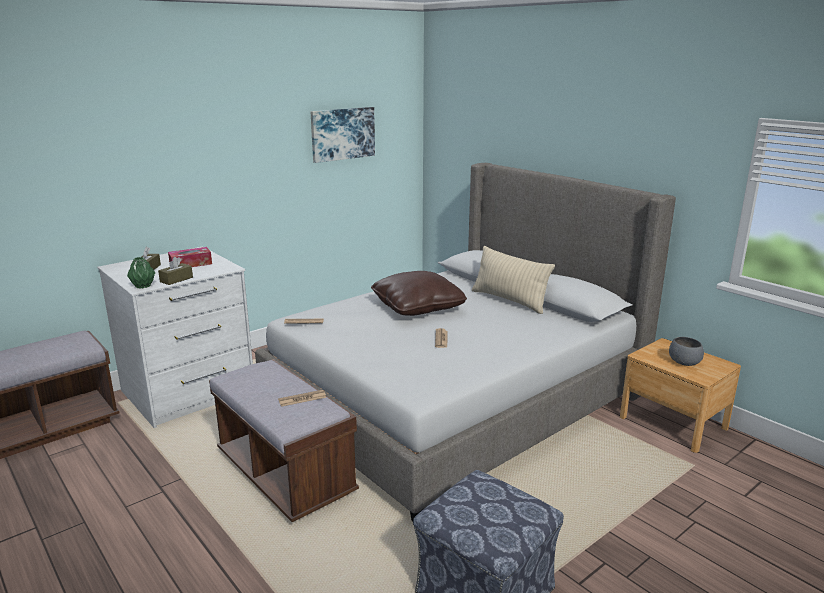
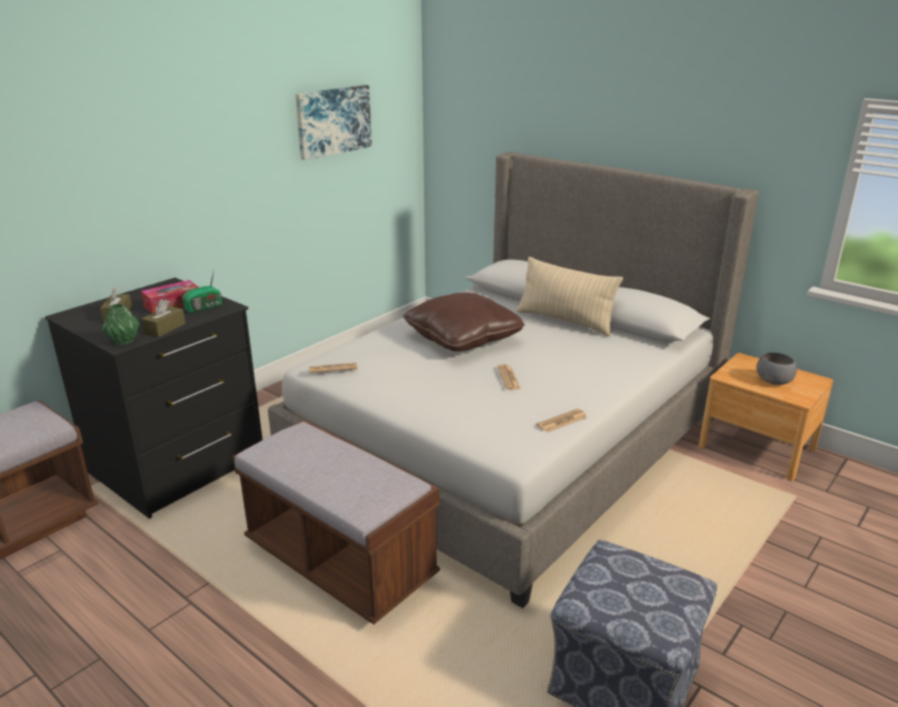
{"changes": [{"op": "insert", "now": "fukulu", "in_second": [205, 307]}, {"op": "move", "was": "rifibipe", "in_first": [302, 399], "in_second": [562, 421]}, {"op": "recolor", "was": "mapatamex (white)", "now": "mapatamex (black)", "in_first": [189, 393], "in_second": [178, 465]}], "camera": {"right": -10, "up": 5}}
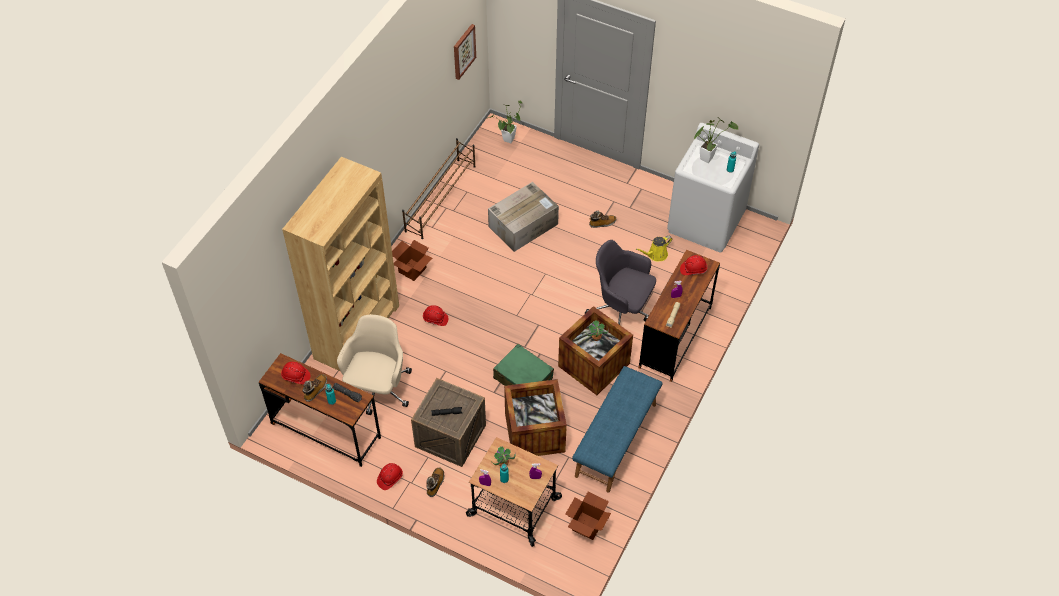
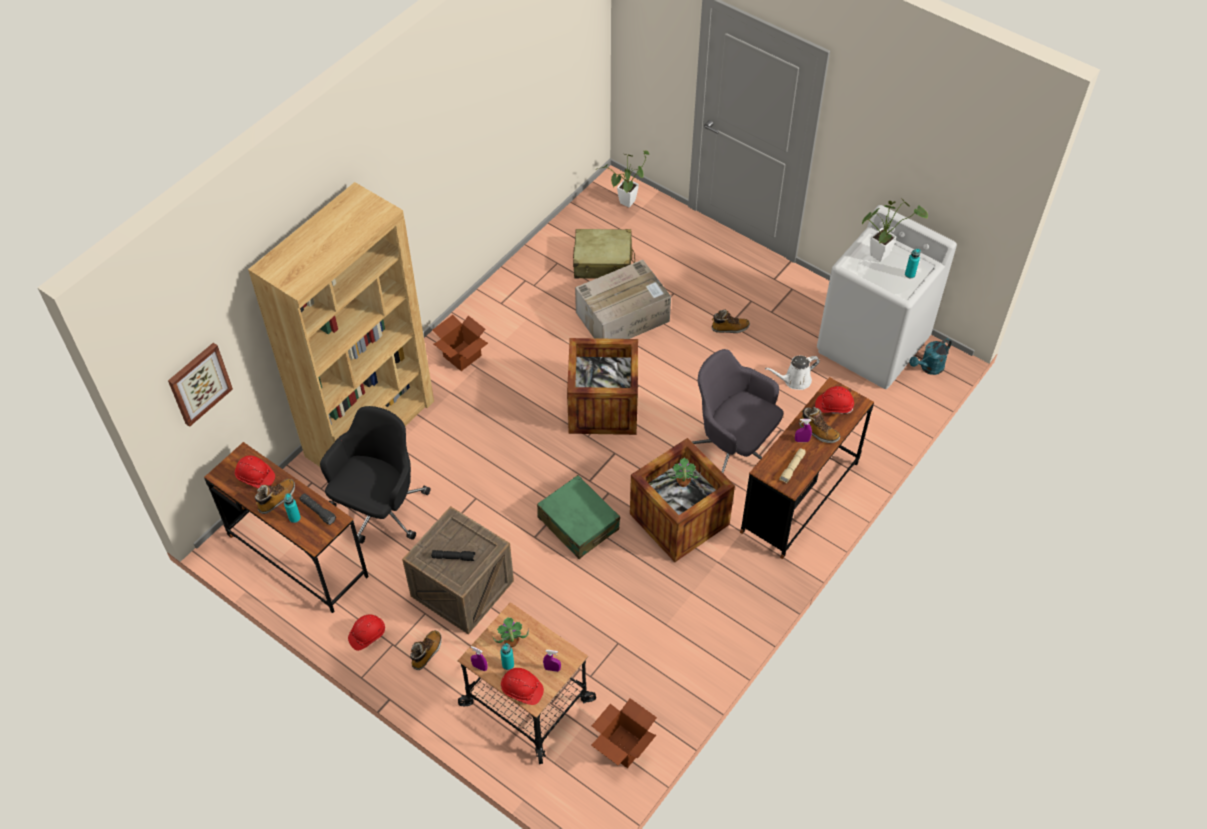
{"changes": [{"op": "delete", "was": "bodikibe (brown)", "in_first": [441, 198]}, {"op": "delete", "was": "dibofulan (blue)", "in_first": [616, 440]}, {"op": "insert", "now": "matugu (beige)", "in_second": [603, 262]}, {"op": "insert", "now": "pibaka", "in_second": [818, 432]}, {"op": "insert", "now": "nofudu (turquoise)", "in_second": [928, 368]}, {"op": "move", "was": "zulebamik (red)", "in_first": [435, 319], "in_second": [522, 690]}, {"op": "move", "was": "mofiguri", "in_first": [463, 51], "in_second": [199, 383]}, {"op": "move", "was": "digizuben", "in_first": [534, 432], "in_second": [603, 406]}, {"op": "recolor", "was": "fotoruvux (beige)", "now": "fotoruvux (black)", "in_first": [378, 389], "in_second": [379, 510]}, {"op": "recolor", "was": "nofudu (yellow)", "now": "nofudu (white)", "in_first": [655, 255], "in_second": [794, 380]}], "camera": {"right": 10, "up": 0}}
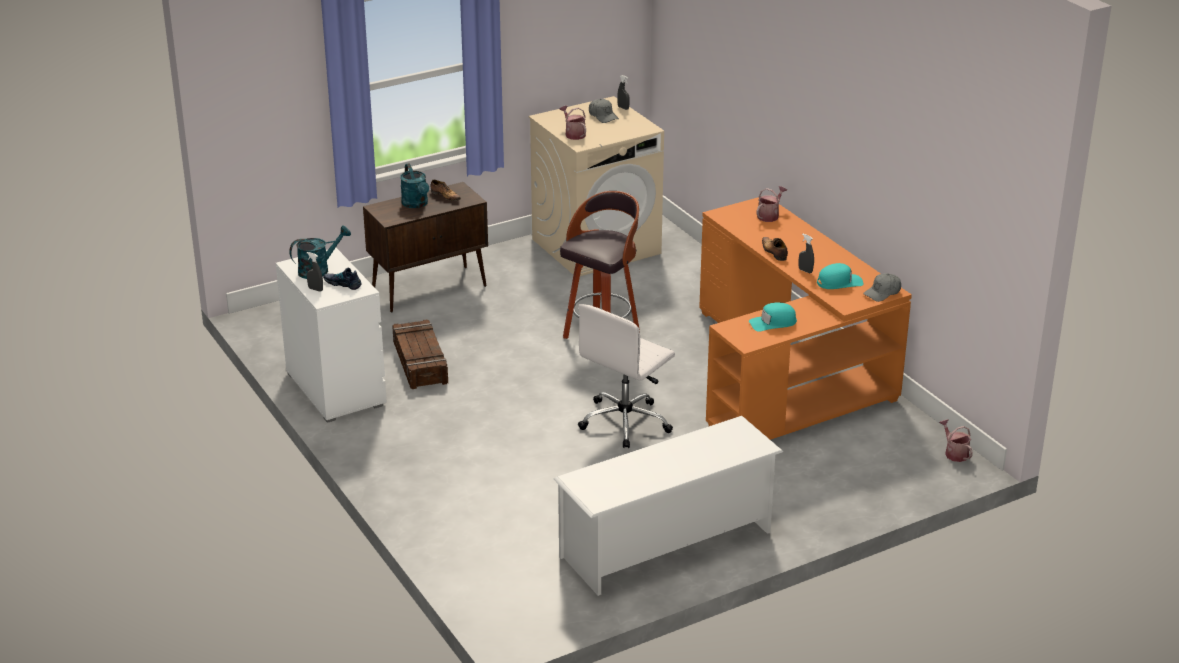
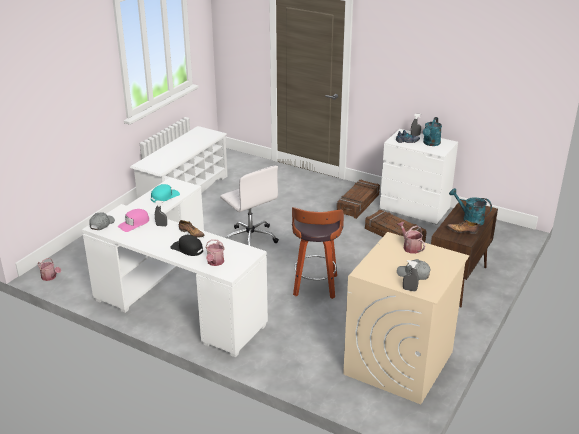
{"changes": [{"op": "insert", "now": "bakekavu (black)", "in_second": [187, 249]}, {"op": "insert", "now": "digizuben", "in_second": [358, 204]}, {"op": "recolor", "was": "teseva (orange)", "now": "teseva (white)", "in_first": [789, 373], "in_second": [175, 298]}, {"op": "recolor", "was": "bakekavu (turquoise)", "now": "bakekavu (pink)", "in_first": [839, 282], "in_second": [134, 223]}, {"op": "rotate", "was": "nofudu", "in_first": [573, 134], "in_second": [410, 247], "clockwise": -150}, {"op": "rotate", "was": "fotoruvux (white)", "in_first": [626, 422], "in_second": [250, 238], "clockwise": 135}], "camera": {"right": 150, "up": 0}}
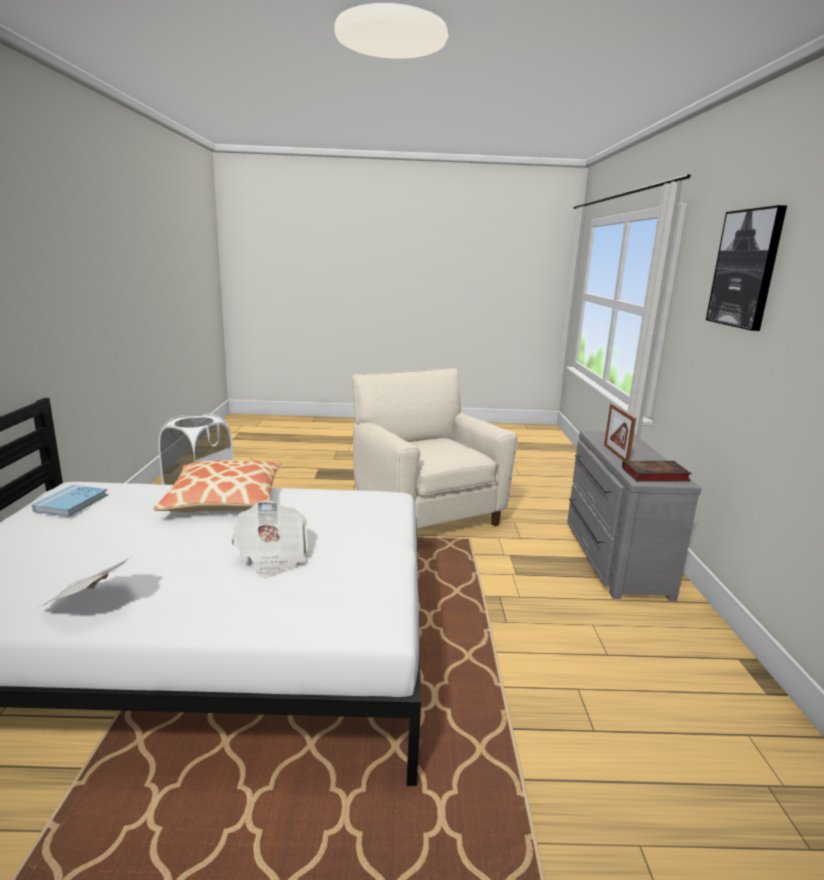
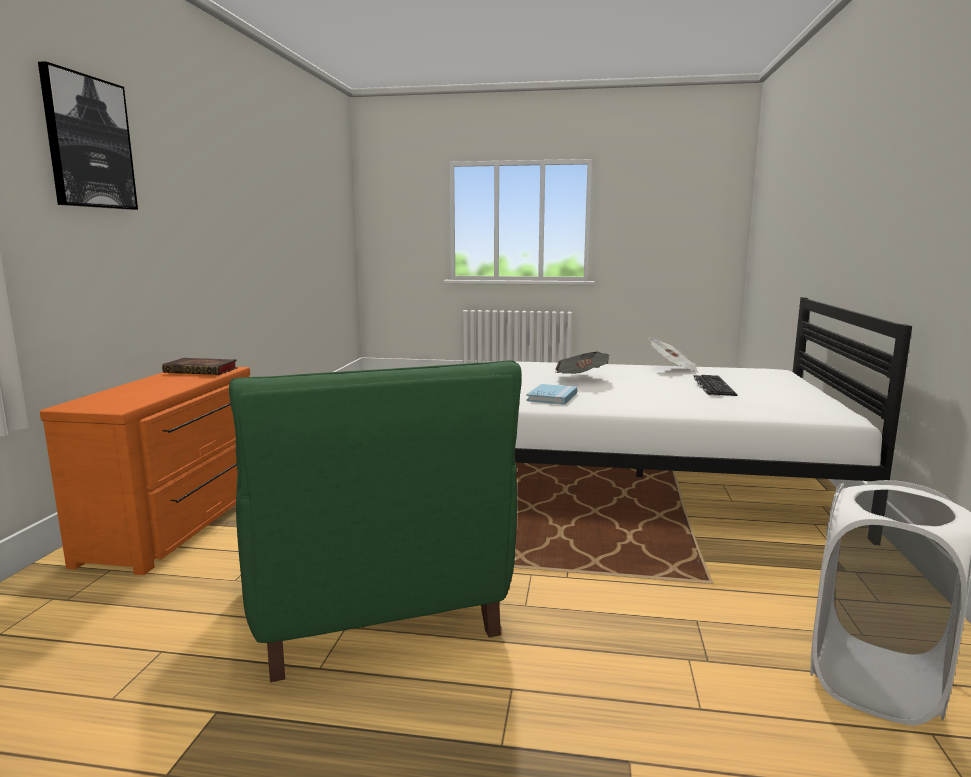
{"changes": [{"op": "delete", "was": "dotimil", "in_first": [224, 499]}, {"op": "delete", "was": "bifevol", "in_first": [615, 454]}, {"op": "insert", "now": "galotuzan", "in_second": [712, 385]}, {"op": "move", "was": "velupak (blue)", "in_first": [71, 503], "in_second": [552, 397]}, {"op": "recolor", "was": "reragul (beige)", "now": "reragul (green)", "in_first": [426, 513], "in_second": [374, 607]}, {"op": "recolor", "was": "mapatamex (grey)", "now": "mapatamex (orange)", "in_first": [612, 557], "in_second": [180, 523]}], "camera": {"right": -170, "up": -5}}
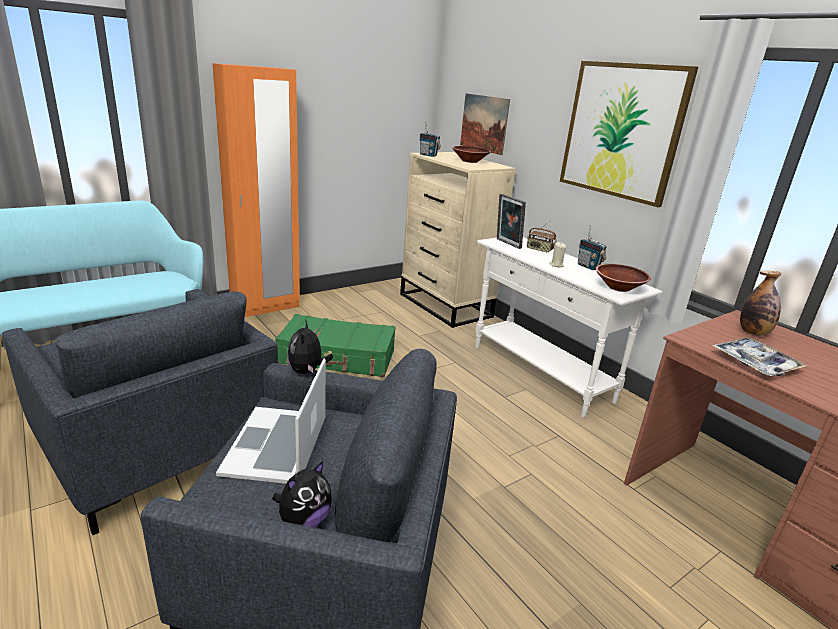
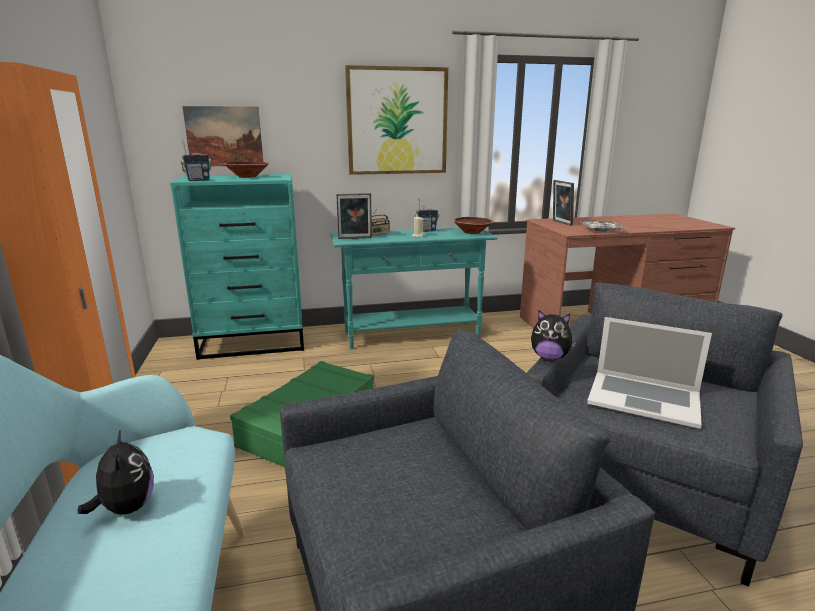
{"changes": [{"op": "move", "was": "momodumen", "in_first": [304, 521], "in_second": [126, 508]}, {"op": "replace", "was": "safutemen", "now": "bifevol", "in_first": [753, 332], "in_second": [560, 223]}, {"op": "recolor", "was": "mapatamex (beige)", "now": "mapatamex (turquoise)", "in_first": [445, 306], "in_second": [254, 343]}, {"op": "recolor", "was": "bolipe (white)", "now": "bolipe (turquoise)", "in_first": [540, 373], "in_second": [412, 335]}], "camera": {"right": -65, "up": -5}}
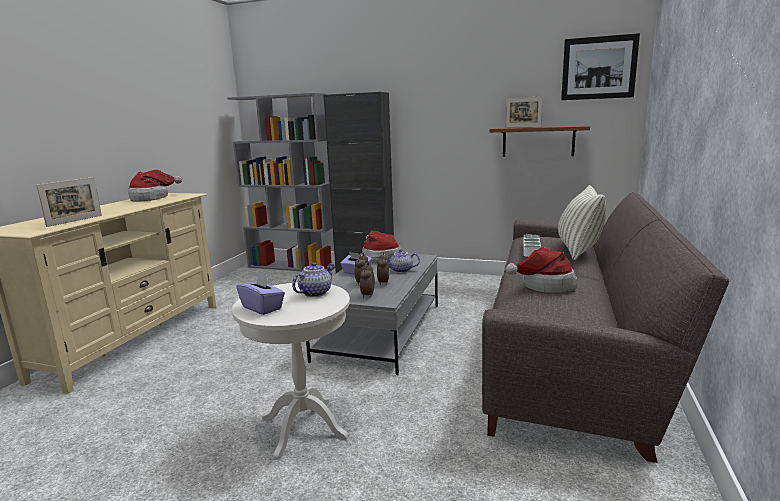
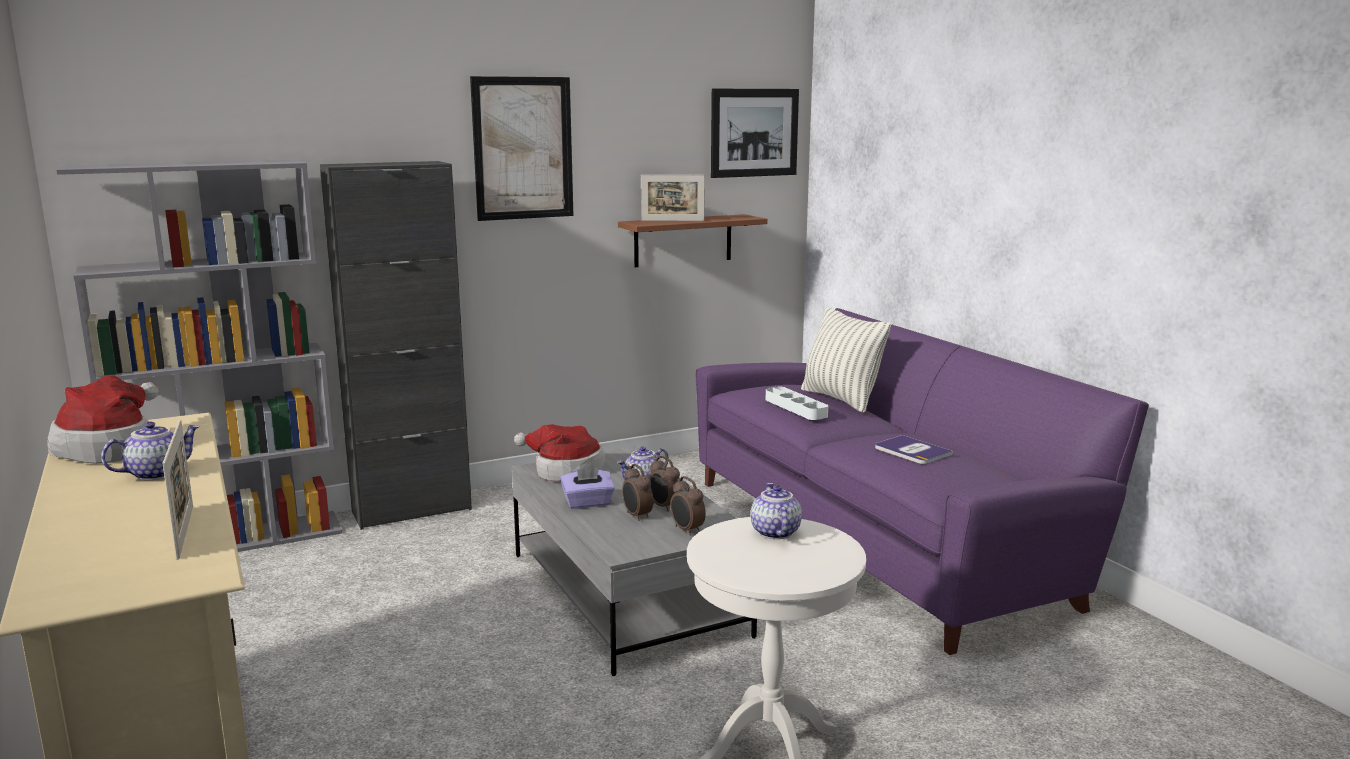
{"changes": [{"op": "delete", "was": "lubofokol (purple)", "in_first": [262, 308]}, {"op": "insert", "now": "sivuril", "in_second": [156, 473]}, {"op": "insert", "now": "mofiguri", "in_second": [523, 148]}, {"op": "replace", "was": "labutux", "now": "velupak", "in_first": [544, 285], "in_second": [912, 451]}, {"op": "recolor", "was": "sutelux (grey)", "now": "sutelux (purple)", "in_first": [572, 353], "in_second": [880, 537]}], "camera": {"right": -45, "up": 0}}
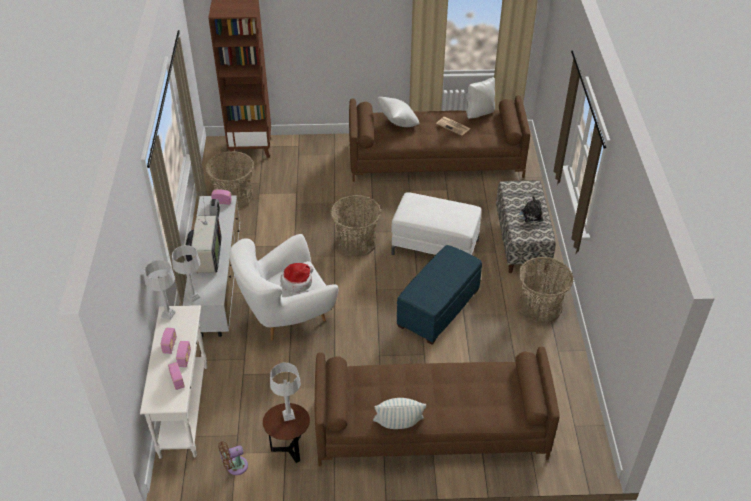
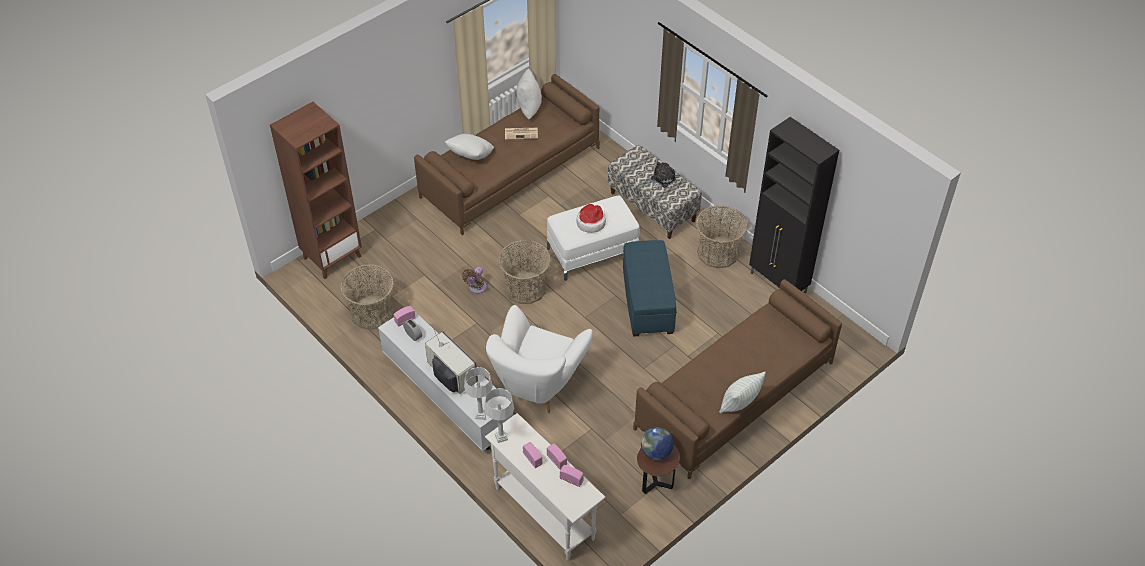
{"changes": [{"op": "insert", "now": "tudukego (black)", "in_second": [778, 283]}, {"op": "move", "was": "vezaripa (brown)", "in_first": [234, 466], "in_second": [476, 288]}, {"op": "move", "was": "labutux", "in_first": [297, 282], "in_second": [590, 222]}, {"op": "replace", "was": "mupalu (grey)", "now": "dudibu", "in_first": [289, 415], "in_second": [656, 452]}], "camera": {"right": -40, "up": 5}}
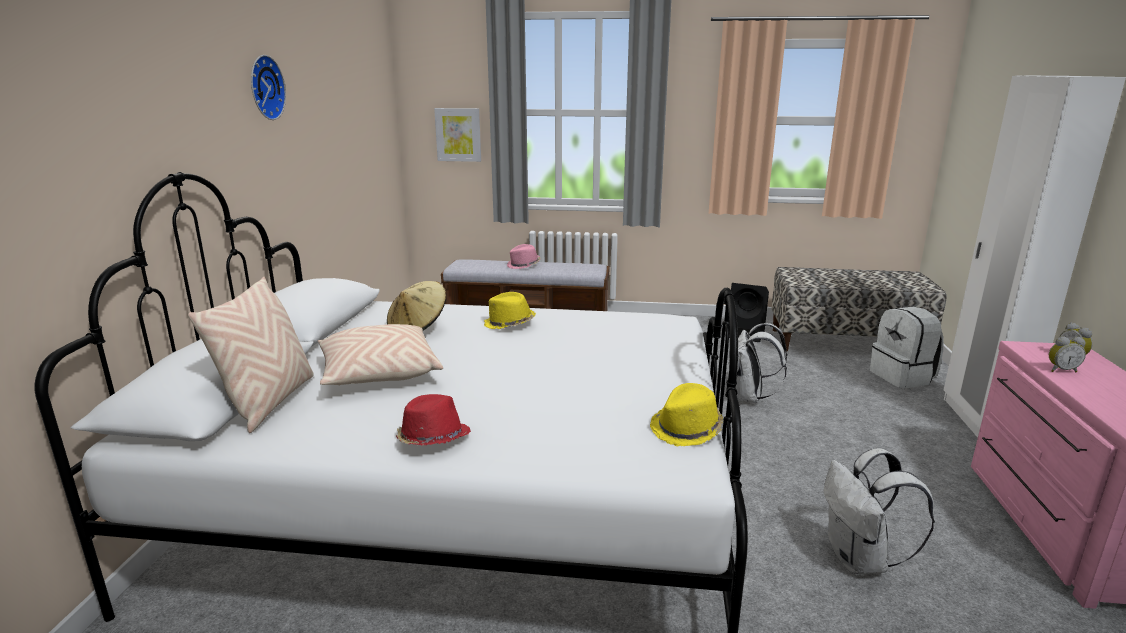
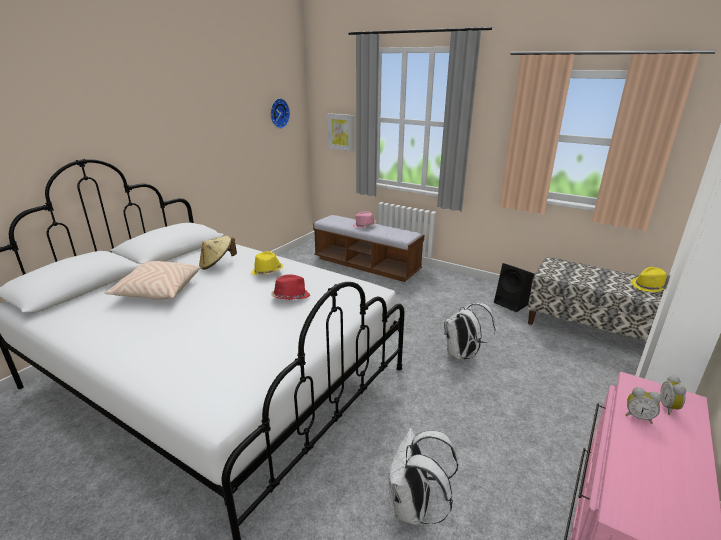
{"changes": [{"op": "delete", "was": "dotimil (beige)", "in_first": [269, 402]}, {"op": "delete", "was": "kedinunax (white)", "in_first": [902, 377]}, {"op": "move", "was": "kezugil", "in_first": [264, 87], "in_second": [278, 113]}, {"op": "move", "was": "labutux (red)", "in_first": [432, 439], "in_second": [290, 297]}, {"op": "move", "was": "labutux (yellow)", "in_first": [687, 429], "in_second": [649, 286]}], "camera": {"right": 25, "up": 5}}
